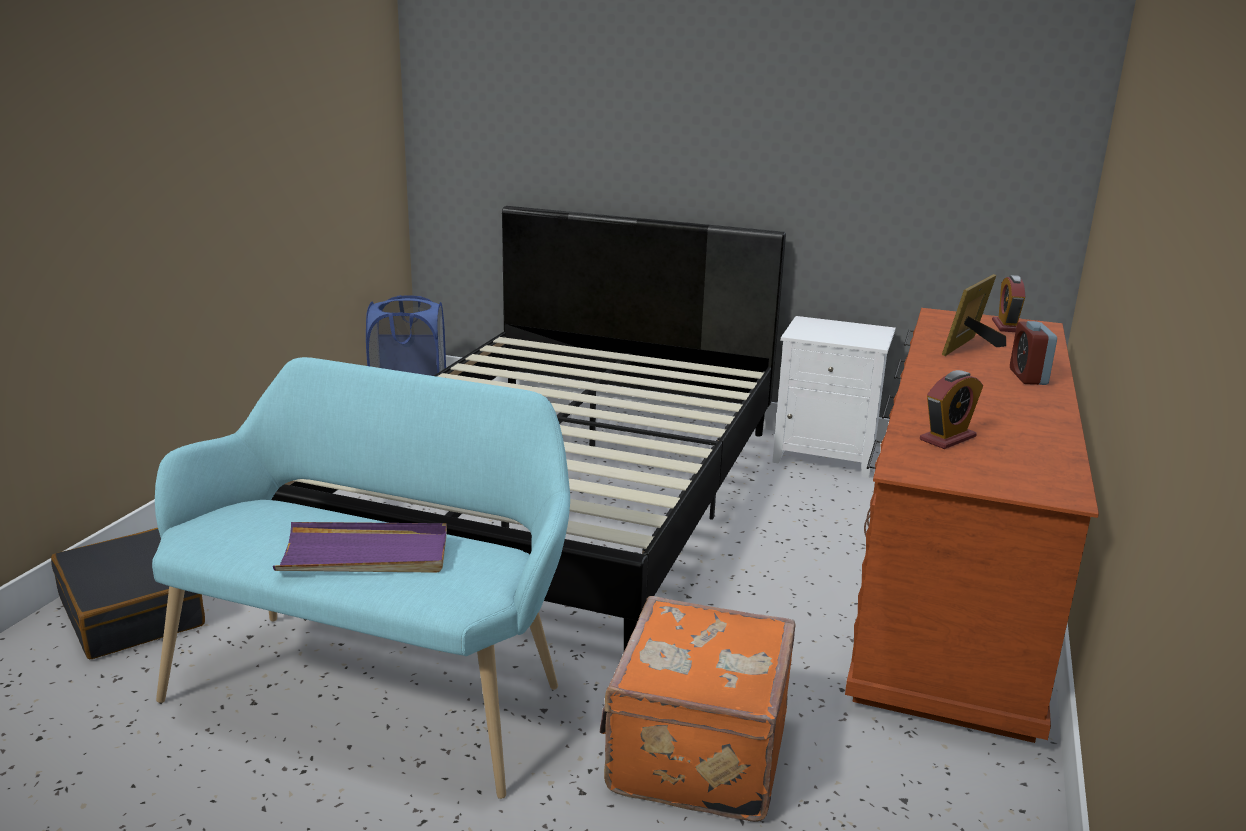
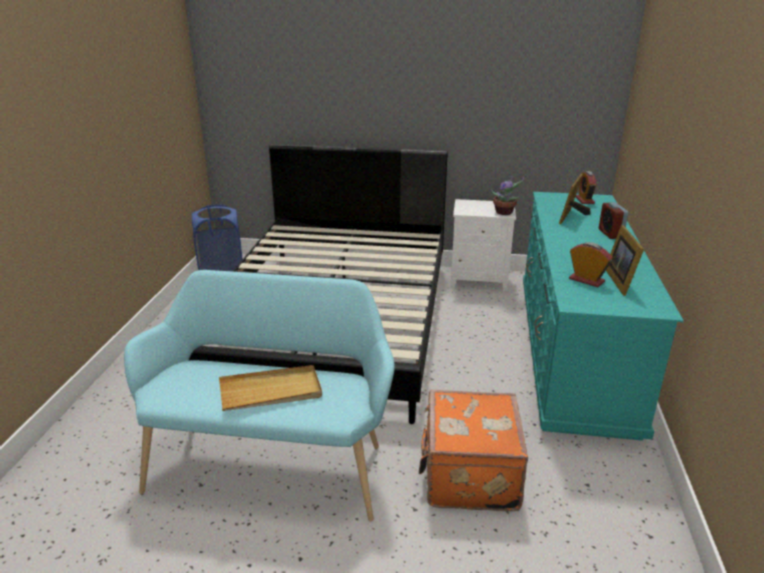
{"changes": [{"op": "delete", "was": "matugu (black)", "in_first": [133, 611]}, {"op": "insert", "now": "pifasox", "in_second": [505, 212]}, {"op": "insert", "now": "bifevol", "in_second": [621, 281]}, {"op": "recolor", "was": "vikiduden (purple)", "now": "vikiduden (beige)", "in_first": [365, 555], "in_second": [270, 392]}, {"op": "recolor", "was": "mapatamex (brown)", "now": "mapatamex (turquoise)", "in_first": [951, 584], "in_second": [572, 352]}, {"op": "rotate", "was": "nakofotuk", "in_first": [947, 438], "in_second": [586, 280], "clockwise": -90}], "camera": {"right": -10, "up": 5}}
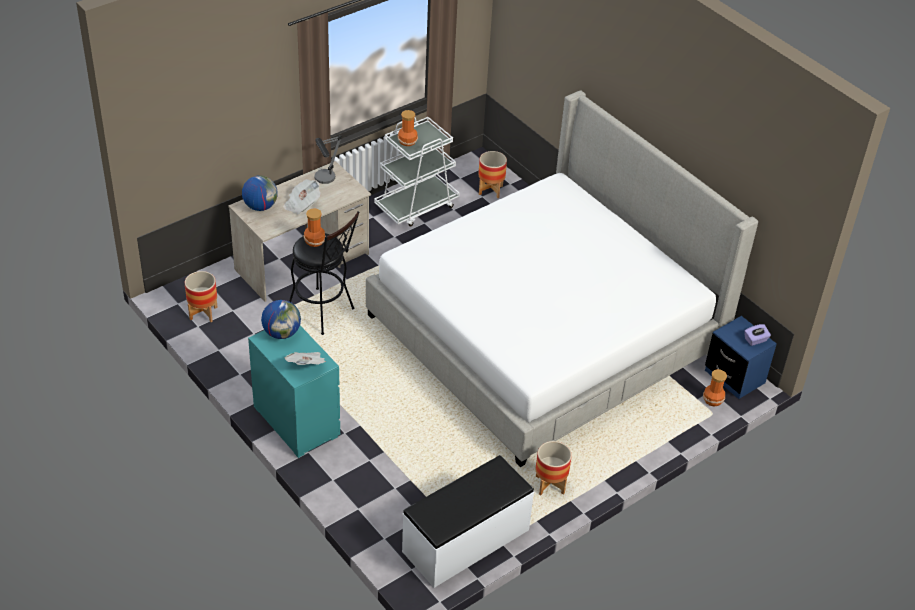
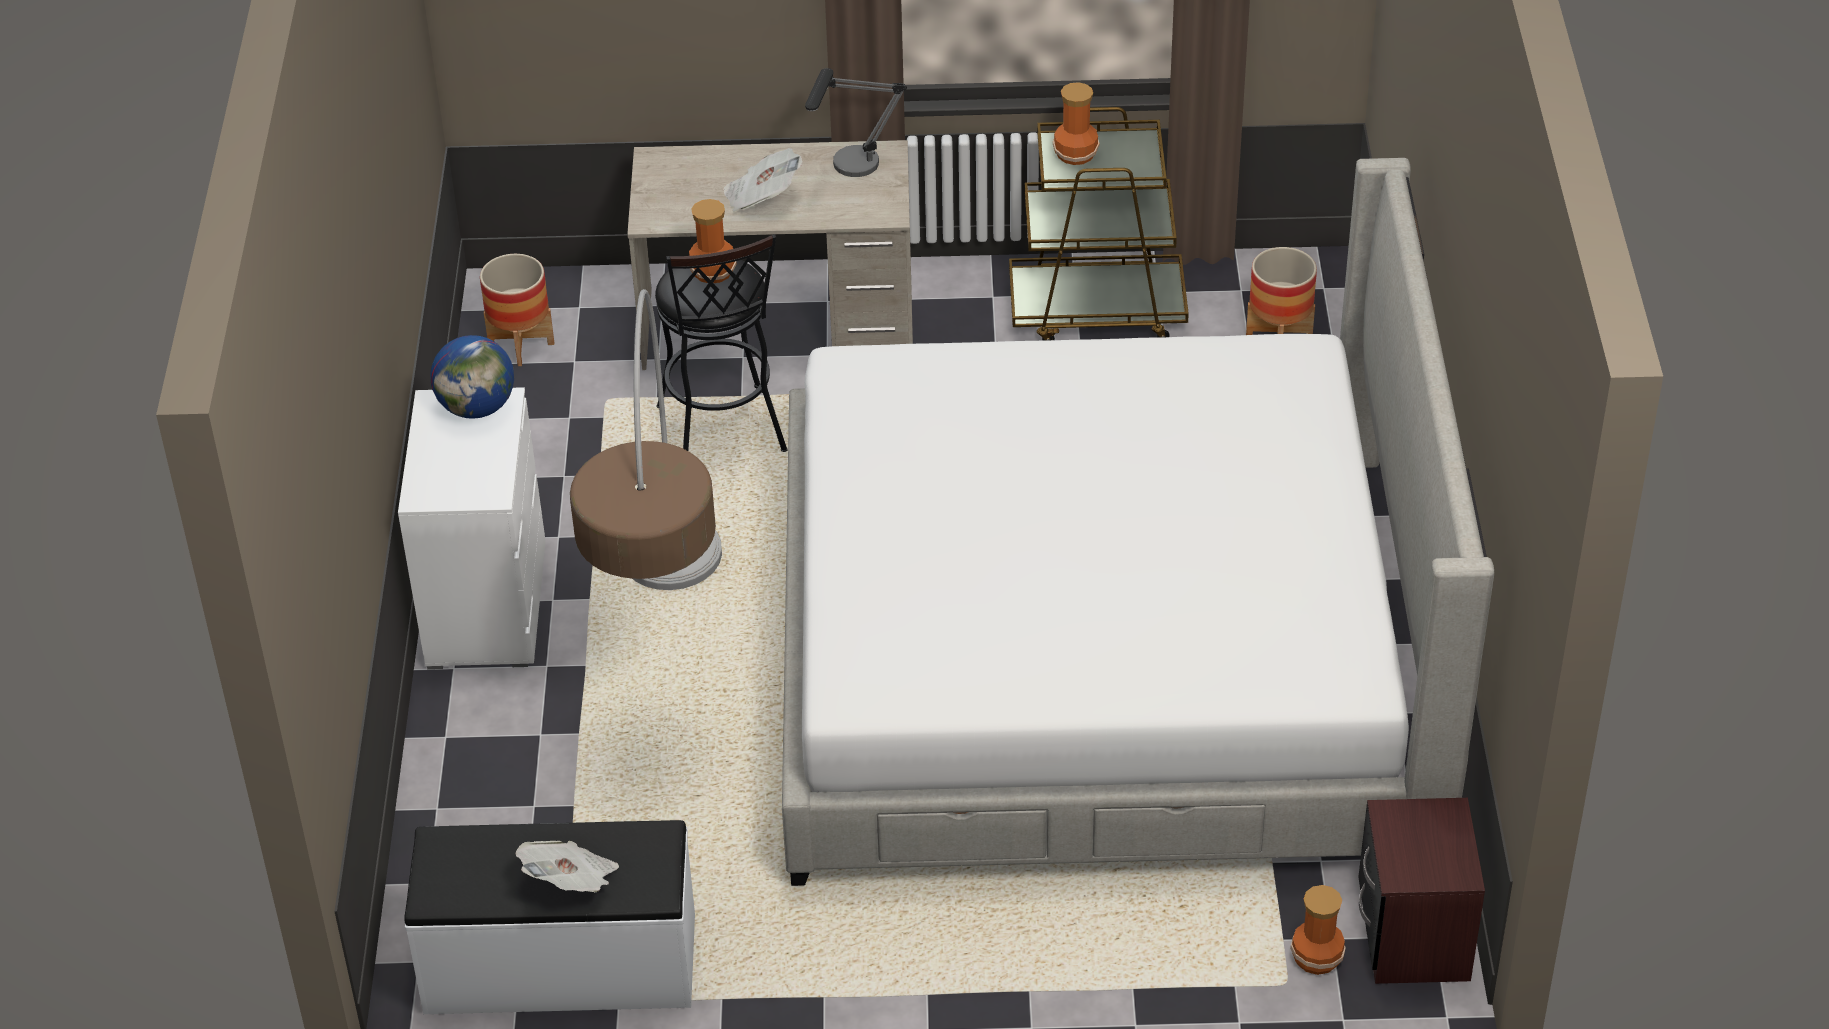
{"changes": [{"op": "delete", "was": "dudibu", "in_first": [260, 206]}, {"op": "delete", "was": "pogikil", "in_first": [550, 485]}, {"op": "delete", "was": "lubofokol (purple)", "in_first": [755, 340]}, {"op": "insert", "now": "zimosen", "in_second": [669, 656]}, {"op": "move", "was": "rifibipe", "in_first": [306, 366], "in_second": [571, 882]}, {"op": "recolor", "was": "mapatamex (turquoise)", "now": "mapatamex (white)", "in_first": [296, 421], "in_second": [487, 605]}, {"op": "recolor", "was": "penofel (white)", "now": "penofel (brown)", "in_first": [417, 206], "in_second": [1098, 310]}, {"op": "recolor", "was": "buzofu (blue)", "now": "buzofu (brown)", "in_first": [734, 377], "in_second": [1413, 935]}], "camera": {"right": 40, "up": 0}}
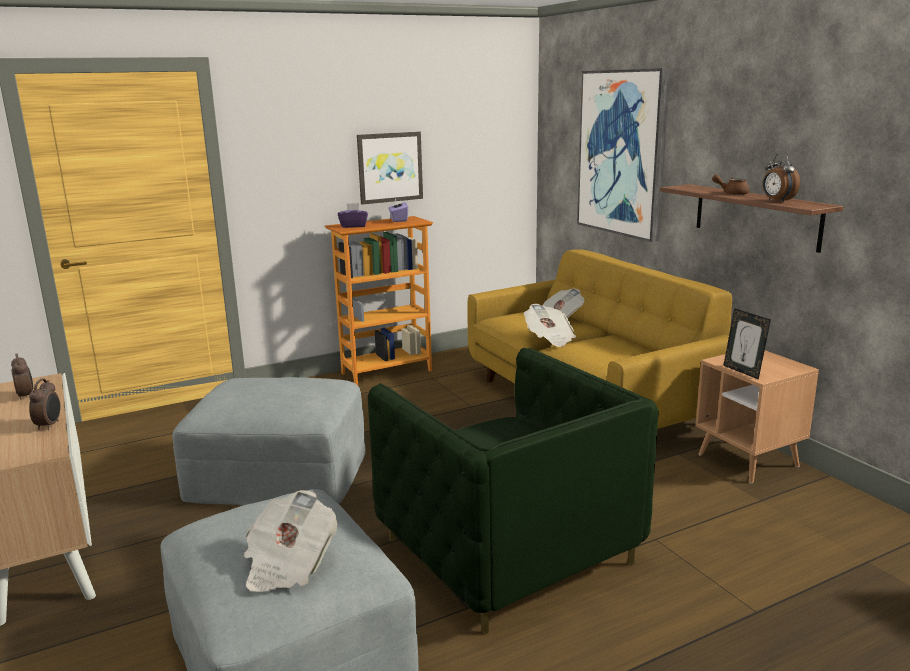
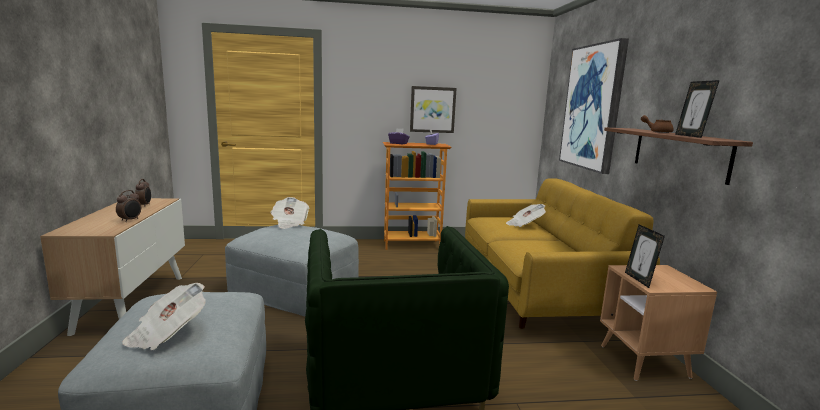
{"changes": [{"op": "move", "was": "rifibipe", "in_first": [549, 338], "in_second": [289, 223]}, {"op": "replace", "was": "nakofotuk", "now": "bifevol", "in_first": [777, 201], "in_second": [690, 136]}], "camera": {"right": 20, "up": -5}}
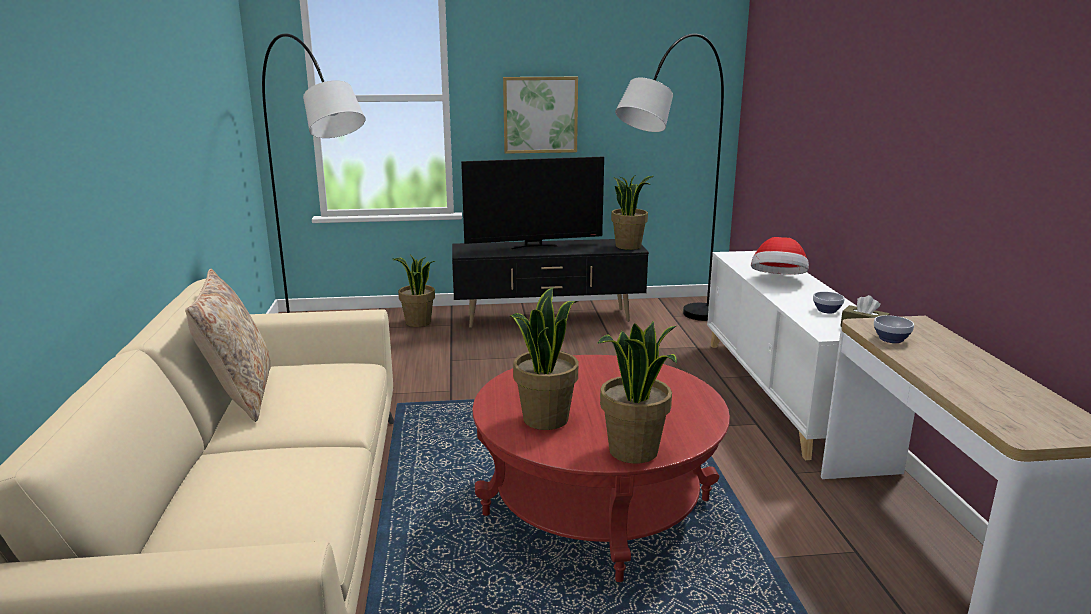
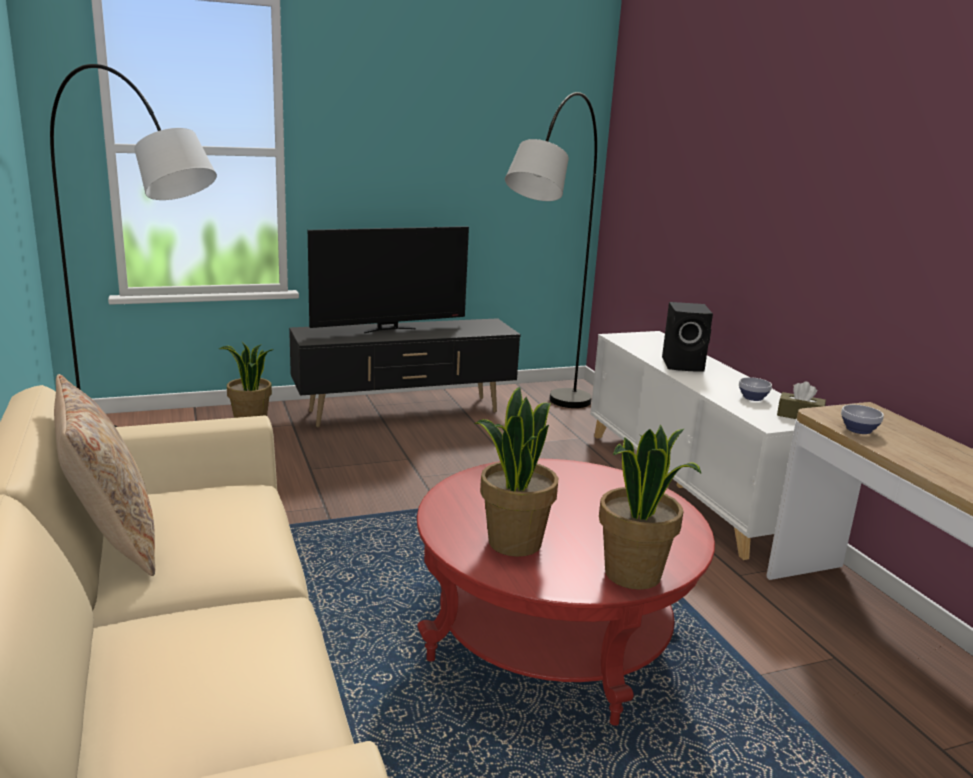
{"changes": [{"op": "delete", "was": "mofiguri", "in_first": [540, 115]}, {"op": "delete", "was": "pifasox", "in_first": [628, 246]}, {"op": "replace", "was": "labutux", "now": "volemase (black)", "in_first": [778, 280], "in_second": [684, 365]}], "camera": {"right": -15, "up": 0}}
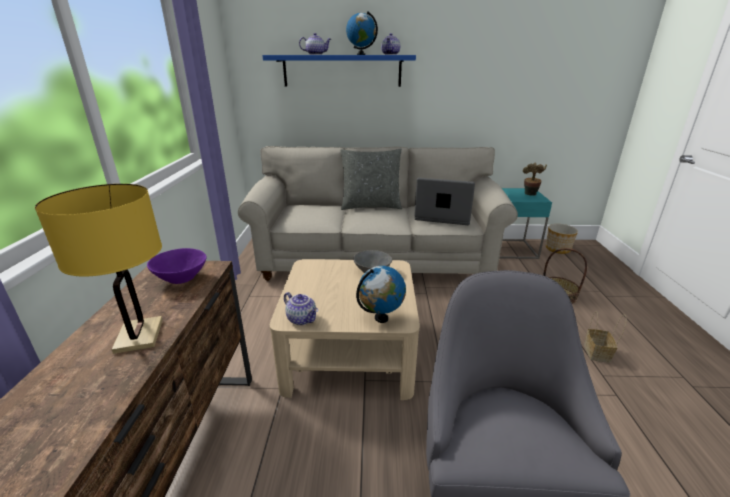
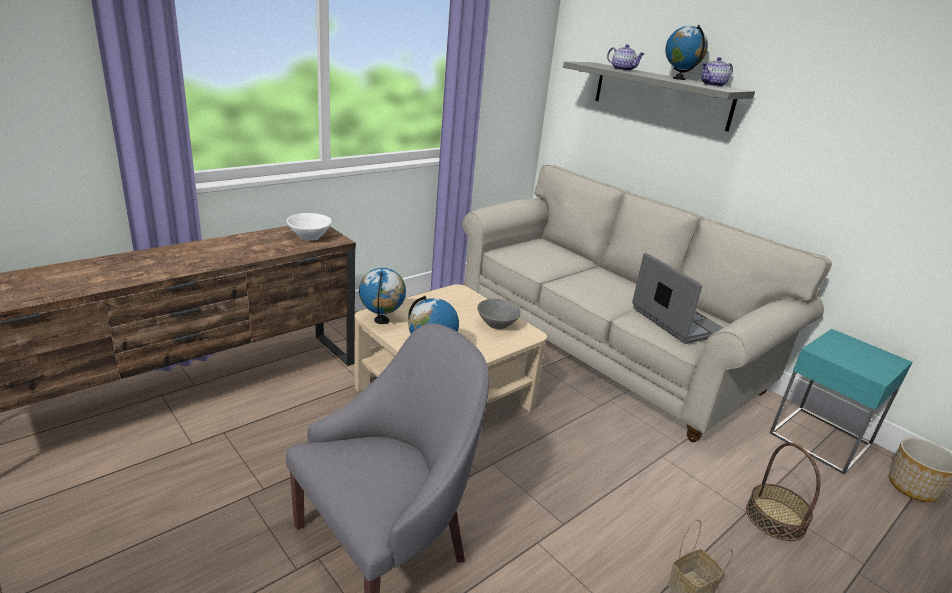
{"changes": [{"op": "delete", "was": "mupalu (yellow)", "in_first": [139, 335]}, {"op": "delete", "was": "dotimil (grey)", "in_first": [371, 206]}, {"op": "delete", "was": "pifasox", "in_first": [530, 195]}, {"op": "replace", "was": "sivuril", "now": "dudibu", "in_first": [302, 319], "in_second": [382, 321]}, {"op": "recolor", "was": "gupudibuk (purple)", "now": "gupudibuk (white)", "in_first": [182, 279], "in_second": [310, 238]}, {"op": "recolor", "was": "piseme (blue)", "now": "piseme (grey)", "in_first": [342, 71], "in_second": [661, 95]}], "camera": {"right": 45, "up": 0}}
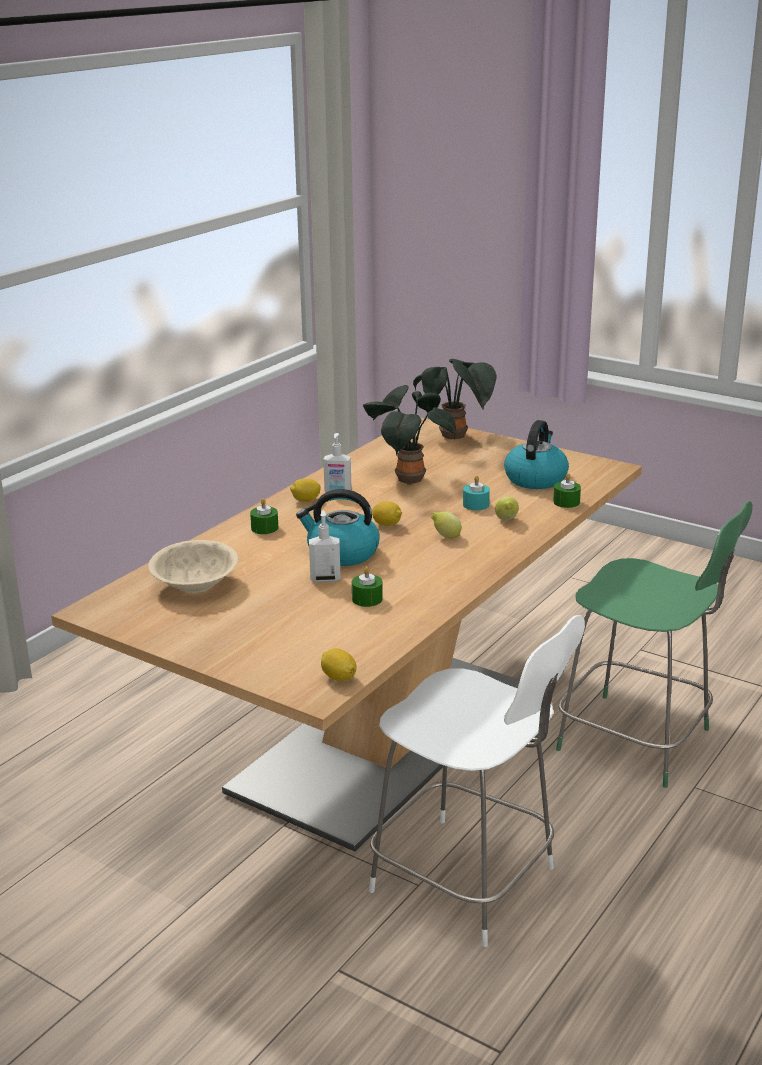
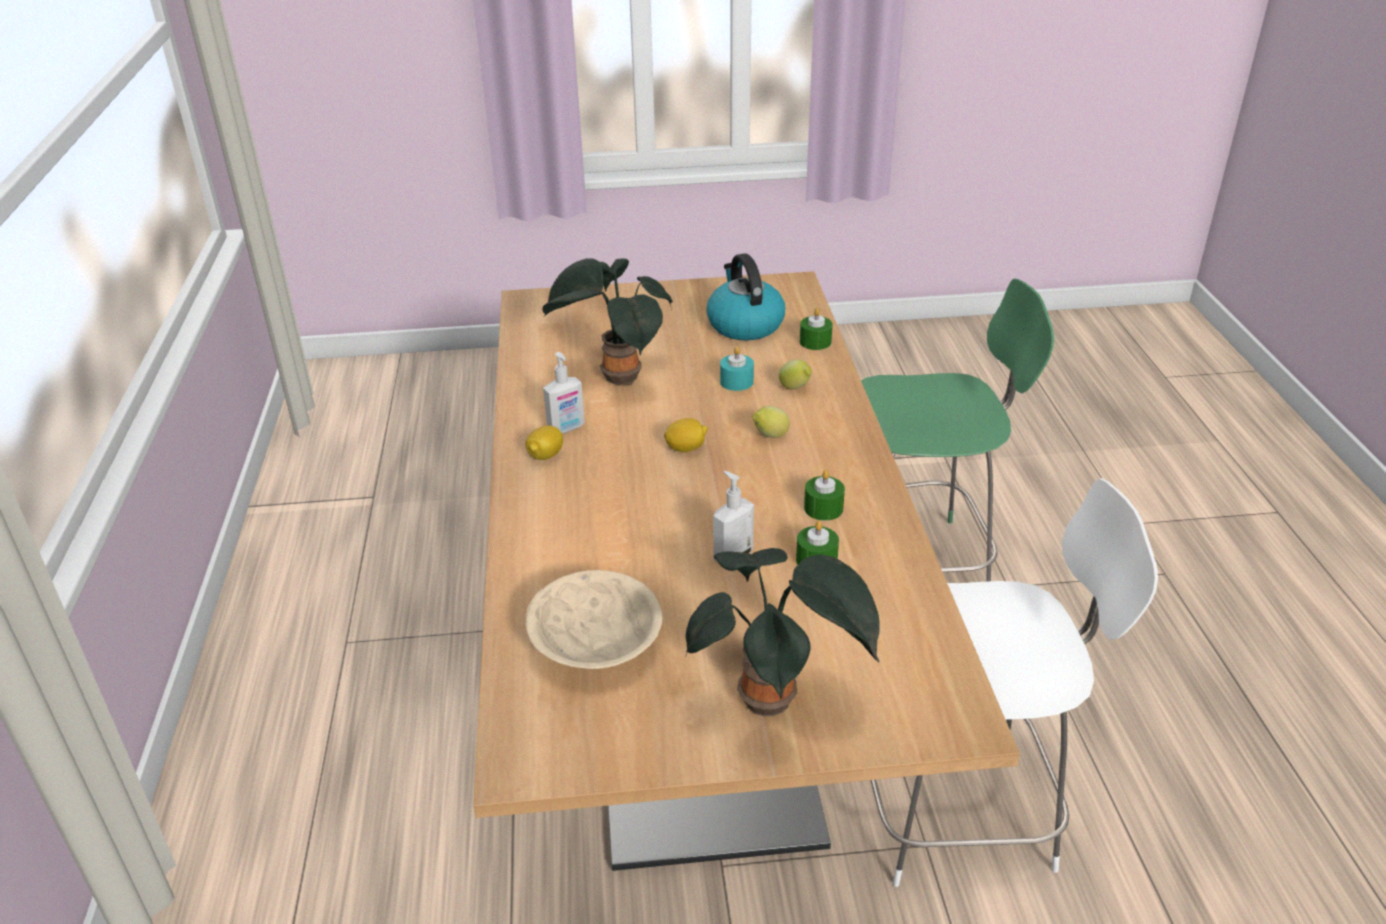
{"changes": [{"op": "delete", "was": "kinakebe", "in_first": [341, 553]}, {"op": "delete", "was": "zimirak", "in_first": [339, 677]}, {"op": "move", "was": "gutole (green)", "in_first": [264, 528], "in_second": [823, 508]}, {"op": "move", "was": "pifasox", "in_first": [455, 437], "in_second": [774, 701]}], "camera": {"right": -40, "up": 10}}
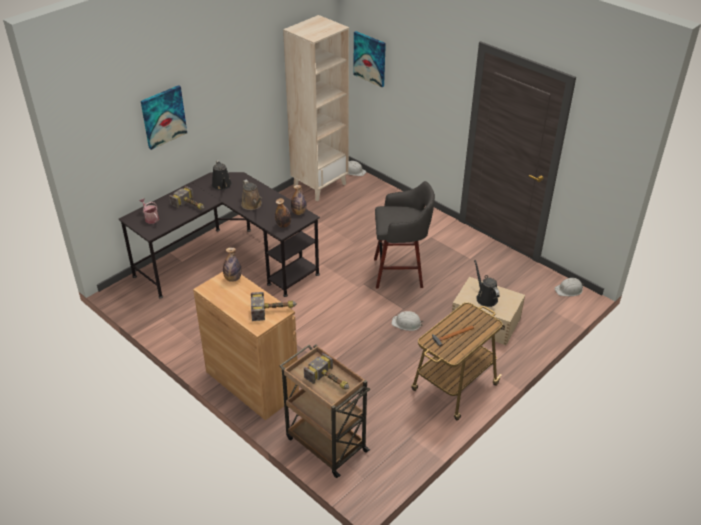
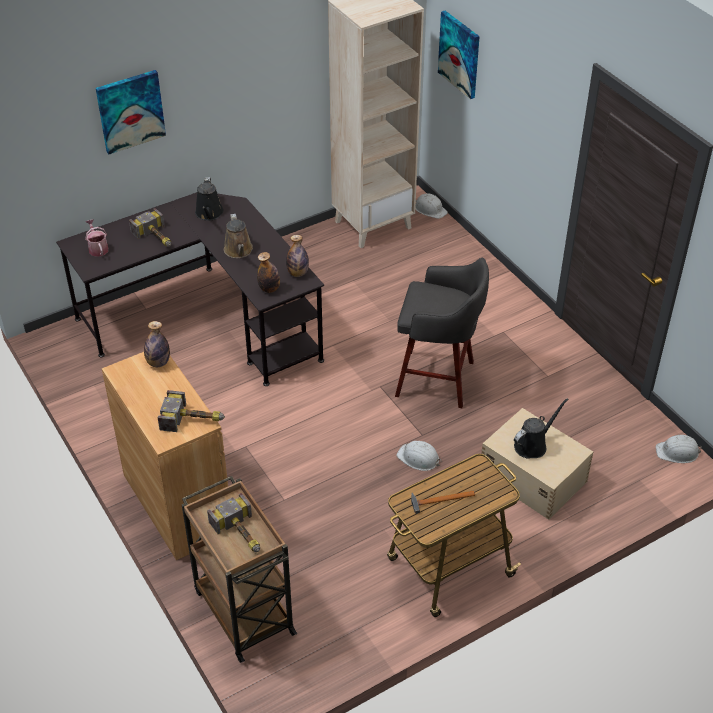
{"changes": [{"op": "rotate", "was": "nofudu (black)", "in_first": [485, 297], "in_second": [533, 445], "clockwise": 60}], "camera": {"right": 15, "up": 5}}
